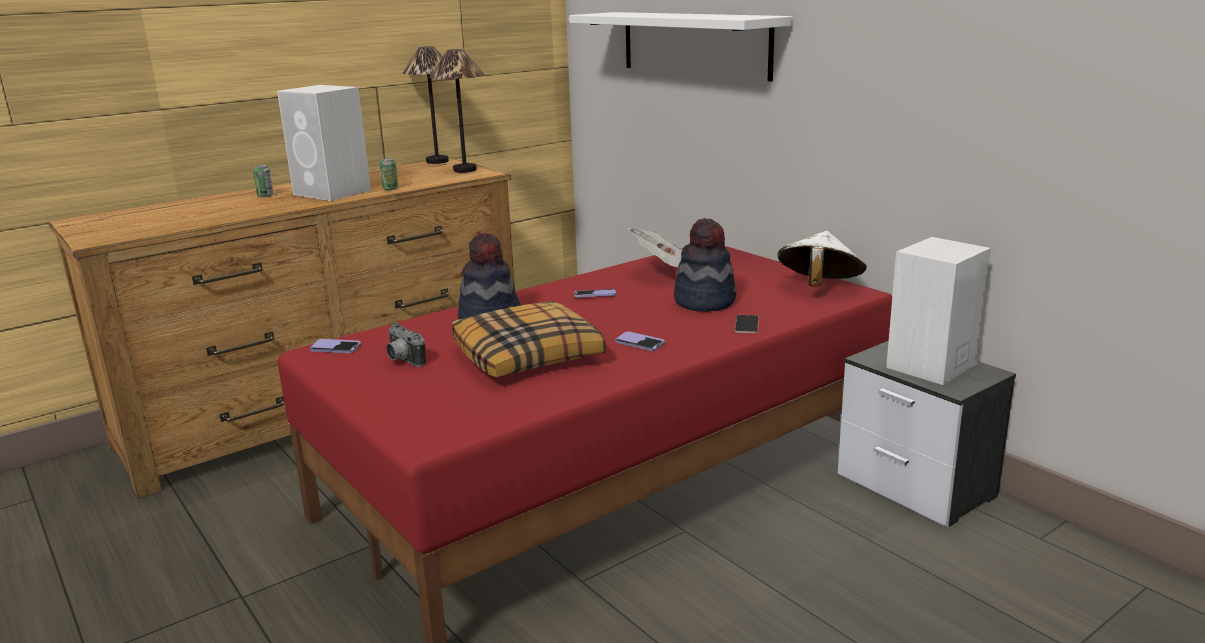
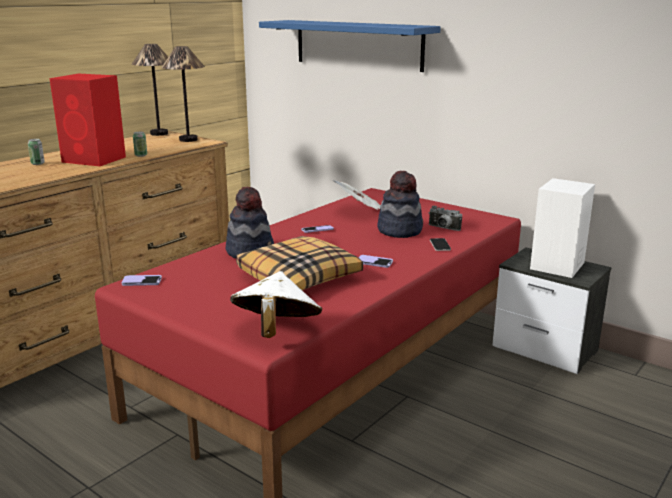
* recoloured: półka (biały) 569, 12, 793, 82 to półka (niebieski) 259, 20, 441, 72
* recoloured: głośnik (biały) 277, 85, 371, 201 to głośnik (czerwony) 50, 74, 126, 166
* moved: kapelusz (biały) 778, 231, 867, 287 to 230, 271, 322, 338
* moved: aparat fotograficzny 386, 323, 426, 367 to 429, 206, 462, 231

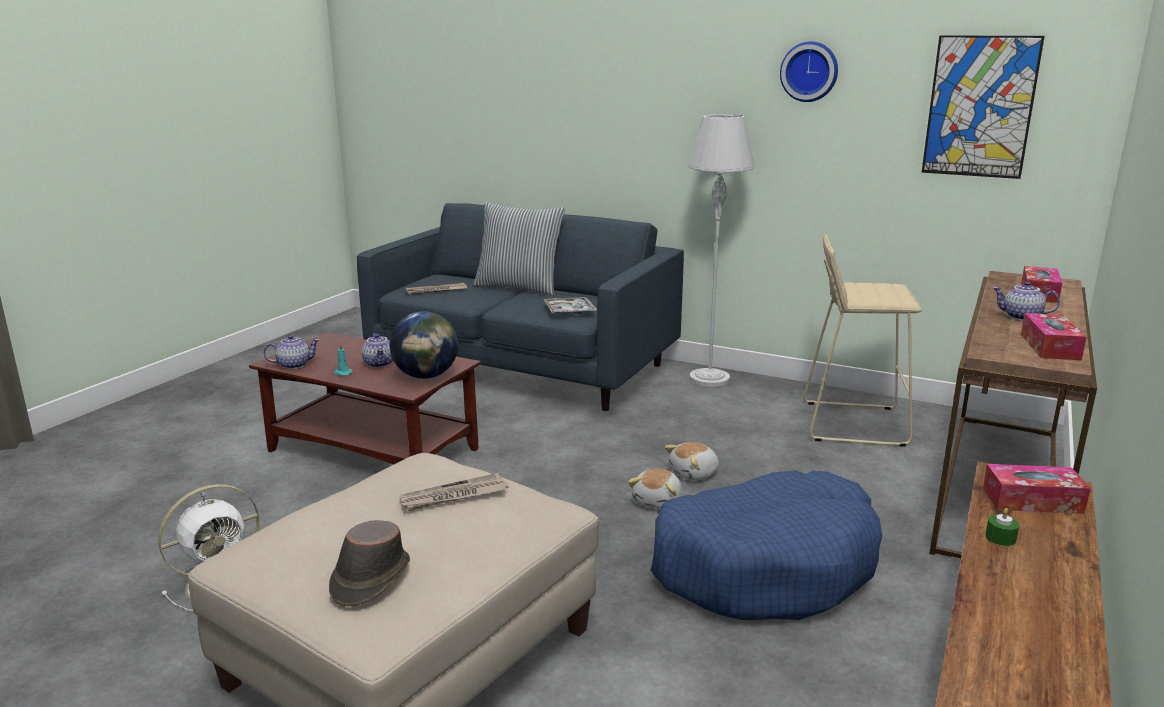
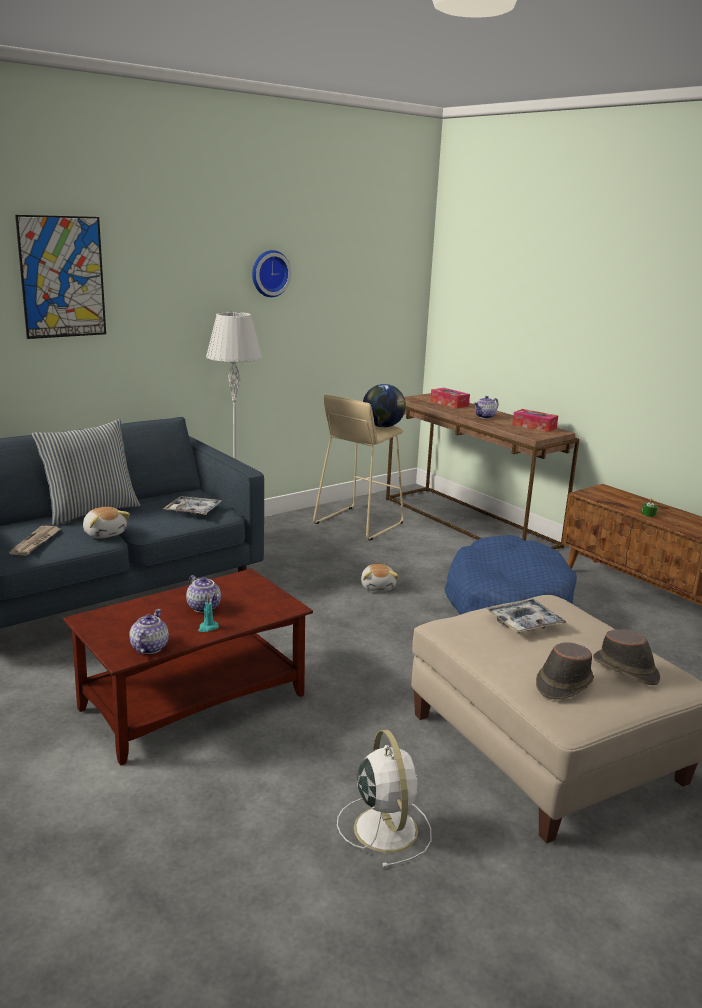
* moved: obraz 921, 36, 1045, 179 to 15, 215, 106, 339
* moved: globus 389, 311, 458, 379 to 363, 384, 406, 428
* turned: imbryk 362, 333, 393, 368 = 186, 575, 221, 613 45 degrees clockwise
* removed: pudełko chusteczek 983, 464, 1091, 514
* moved: pluszak 628, 468, 682, 509 to 83, 507, 130, 538
* replaced: gazeta 400, 473, 509, 511 to taca 486, 599, 567, 633
* added: kapelusz (brązowy) 536, 642, 594, 700

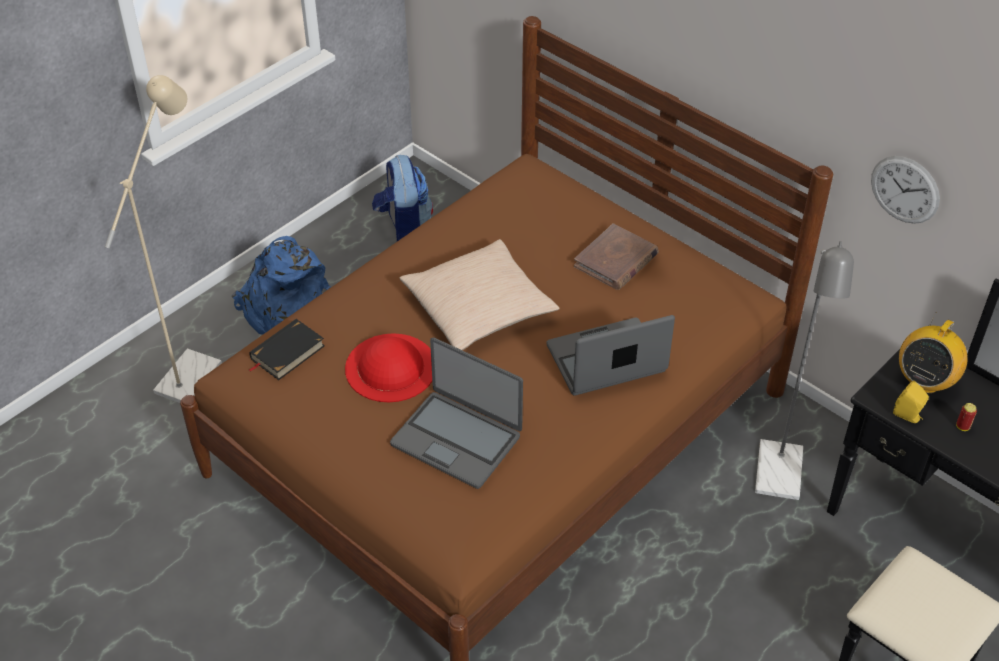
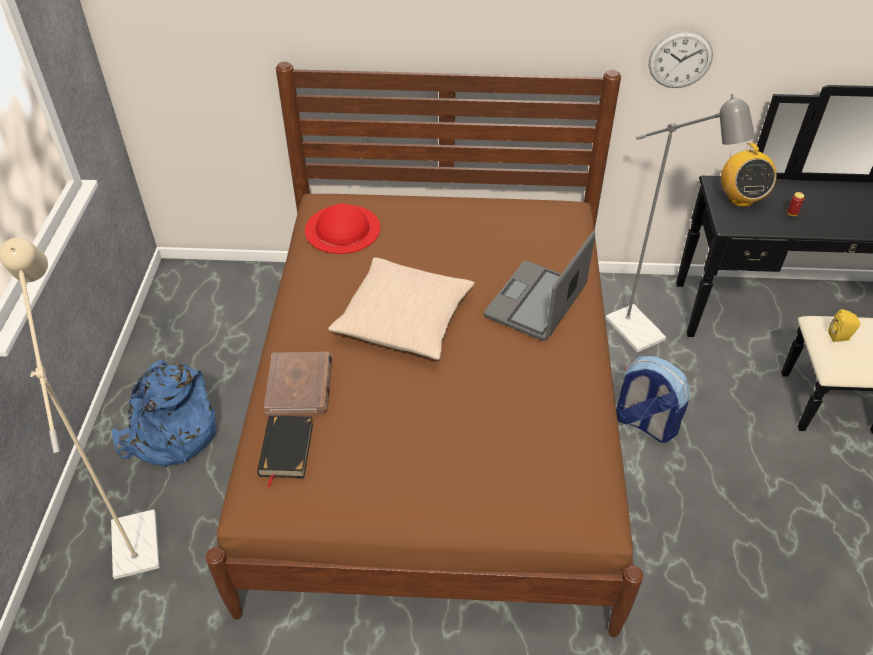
* moved: plecak 372, 155, 433, 241 to 616, 355, 690, 443
* moved: książka (brązowy) 574, 223, 659, 290 to 264, 352, 332, 415
* moved: kapelusz (czerwony) 345, 333, 432, 402 to 305, 204, 380, 254
* removed: laptop 390, 337, 523, 489
* moved: głośnik (żółty) 893, 380, 929, 423 to 828, 309, 860, 342

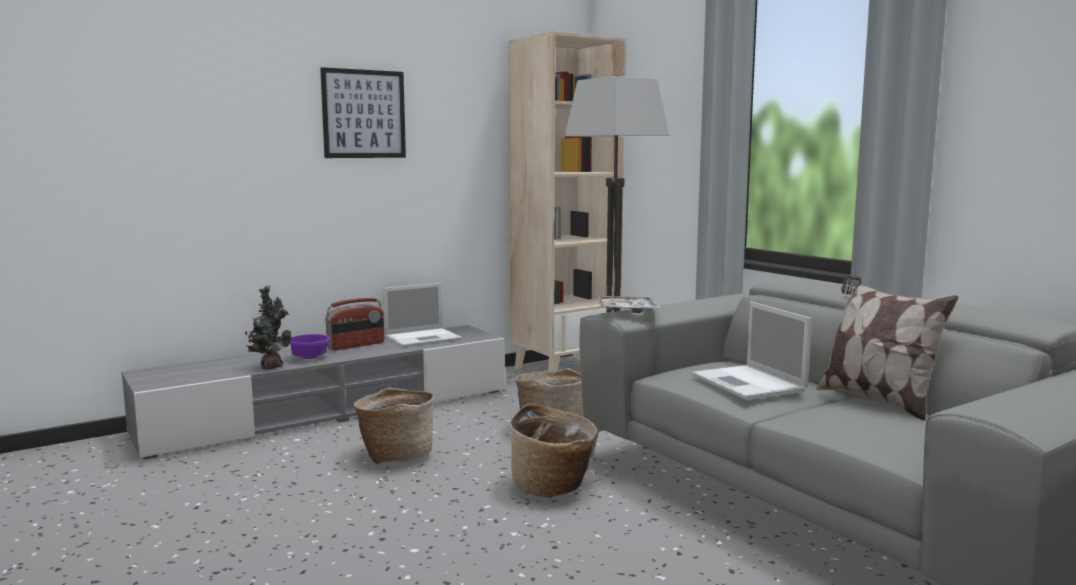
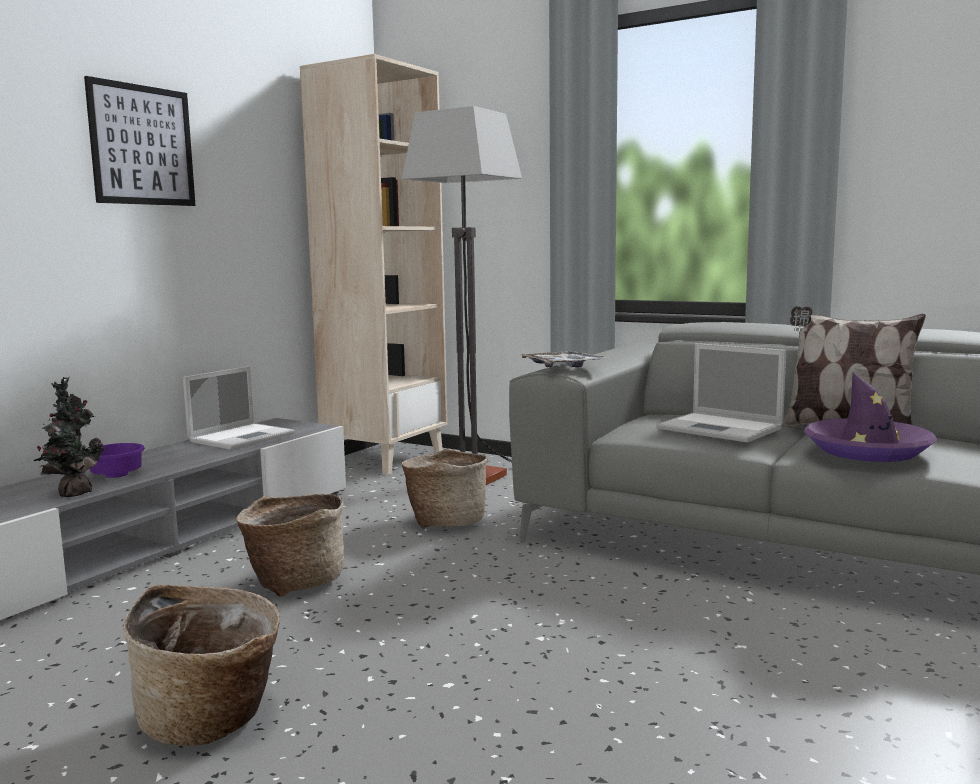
* removed: radio 325, 298, 384, 350
* moved: koszyk 509, 403, 597, 497 to 123, 585, 280, 746
* added: kapelusz (fioletowy) 804, 373, 938, 462

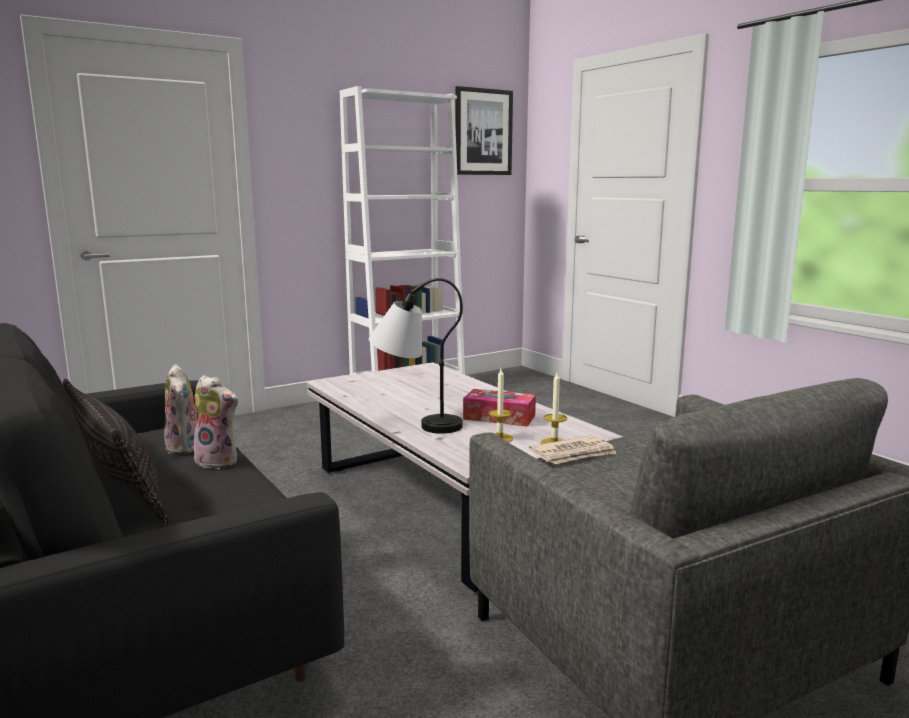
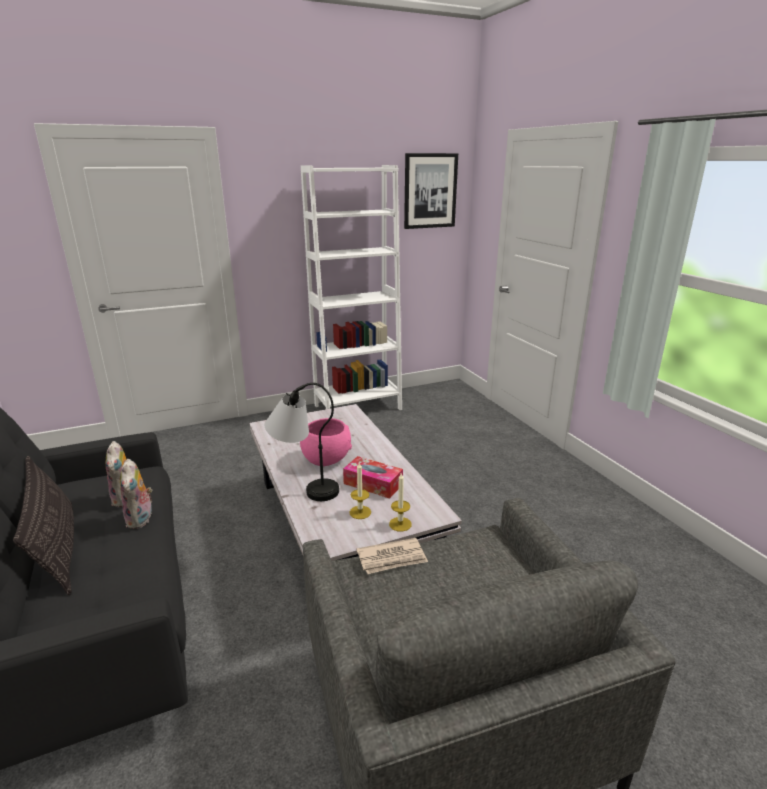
* turned: pluszak 192, 375, 238, 469 = 120, 459, 153, 529 45 degrees clockwise
* added: miska (różowy) 300, 418, 352, 466

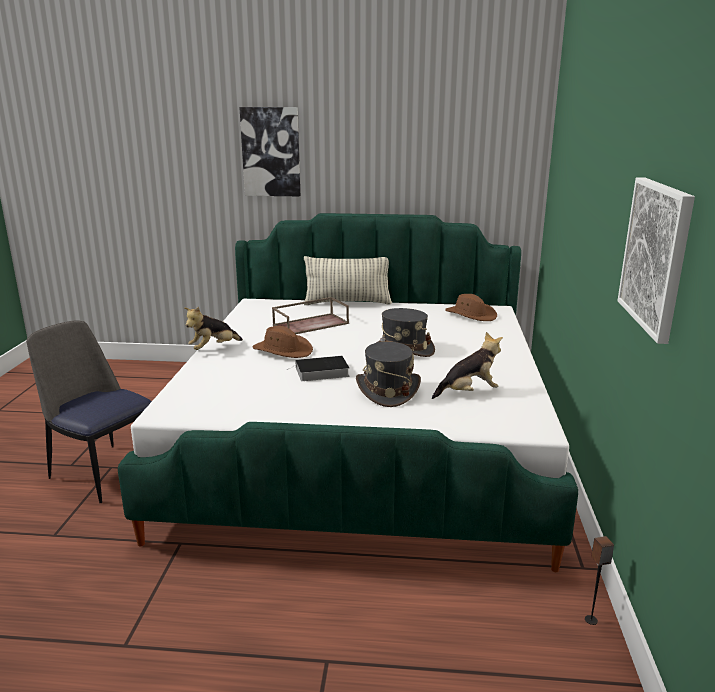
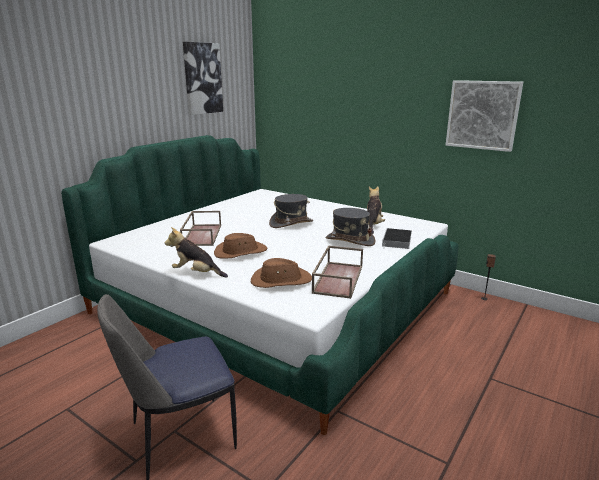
* moved: obraz 239, 107, 300, 196 to 183, 42, 223, 115
* removed: poduszka 304, 256, 392, 305
* moved: kapelusz (brązowy) 445, 294, 497, 321 to 251, 258, 312, 288
* turned: pluszak 184, 307, 243, 350 = 165, 227, 228, 278 120 degrees clockwise
* moved: książka 287, 356, 349, 381 to 382, 228, 412, 249
* added: taca (brązowy) 312, 245, 363, 299

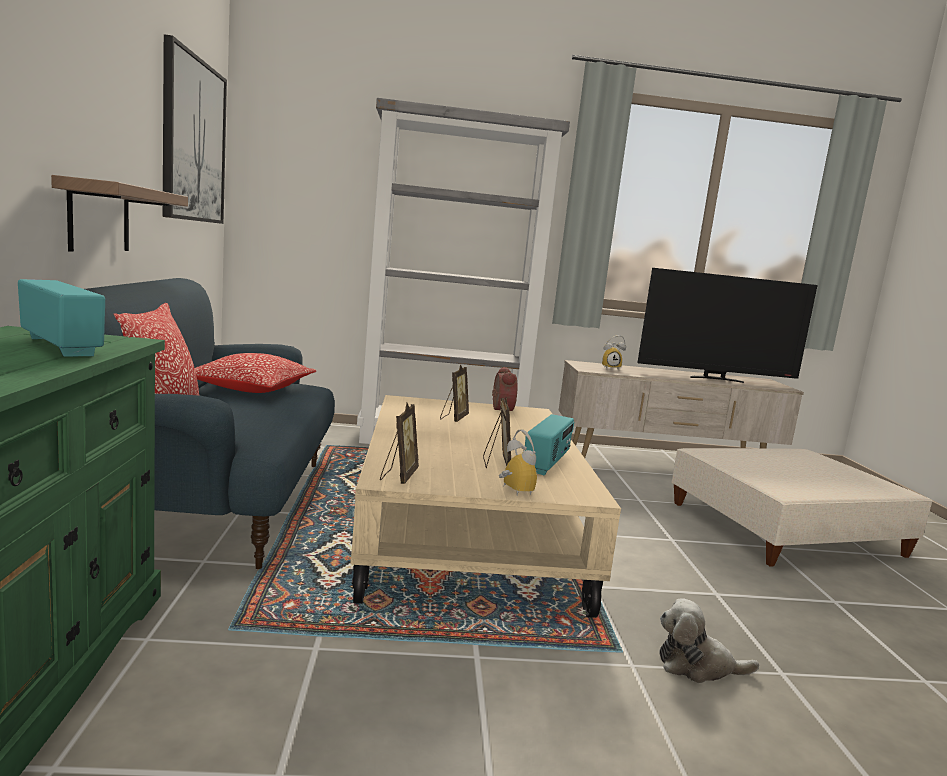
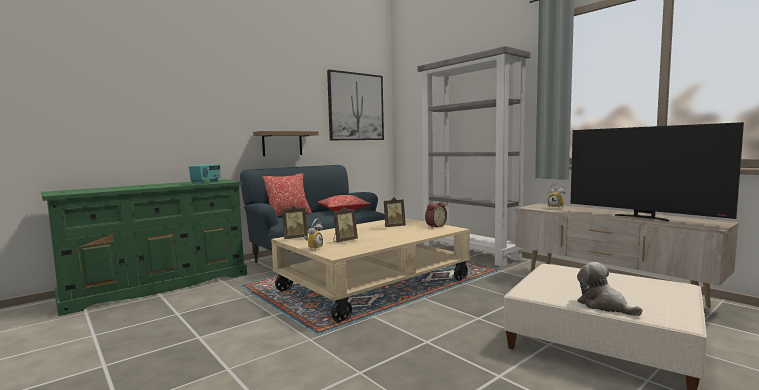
* removed: radio 524, 414, 574, 476
* moved: pluszak 659, 598, 759, 683 to 577, 262, 643, 316

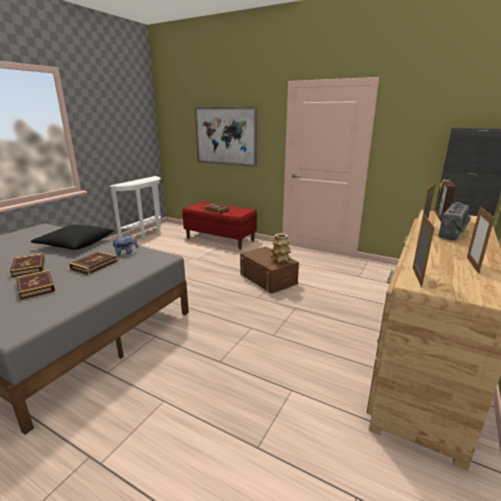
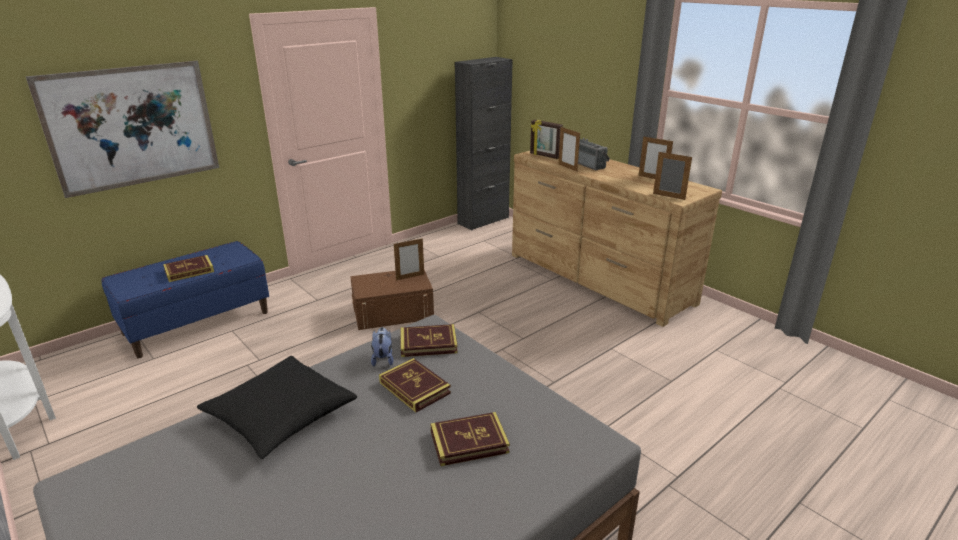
* recoloured: ławka (czerwony) 182, 202, 257, 249 to ławka (niebieski) 102, 241, 269, 358
* replaced: wazon 270, 233, 291, 264 to ramka na zdjęcie 394, 238, 424, 280
* moved: książka 10, 253, 45, 277 to 400, 324, 458, 357

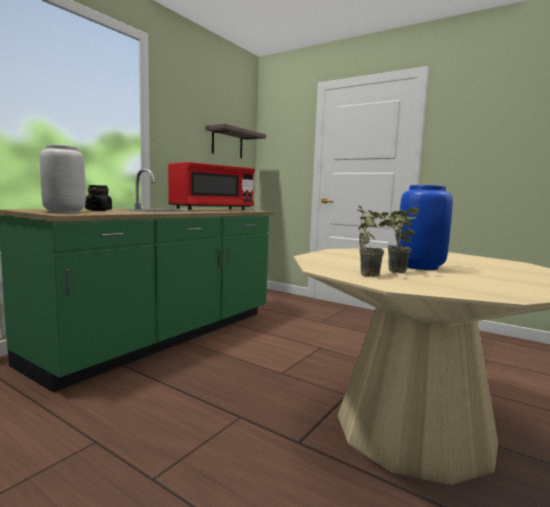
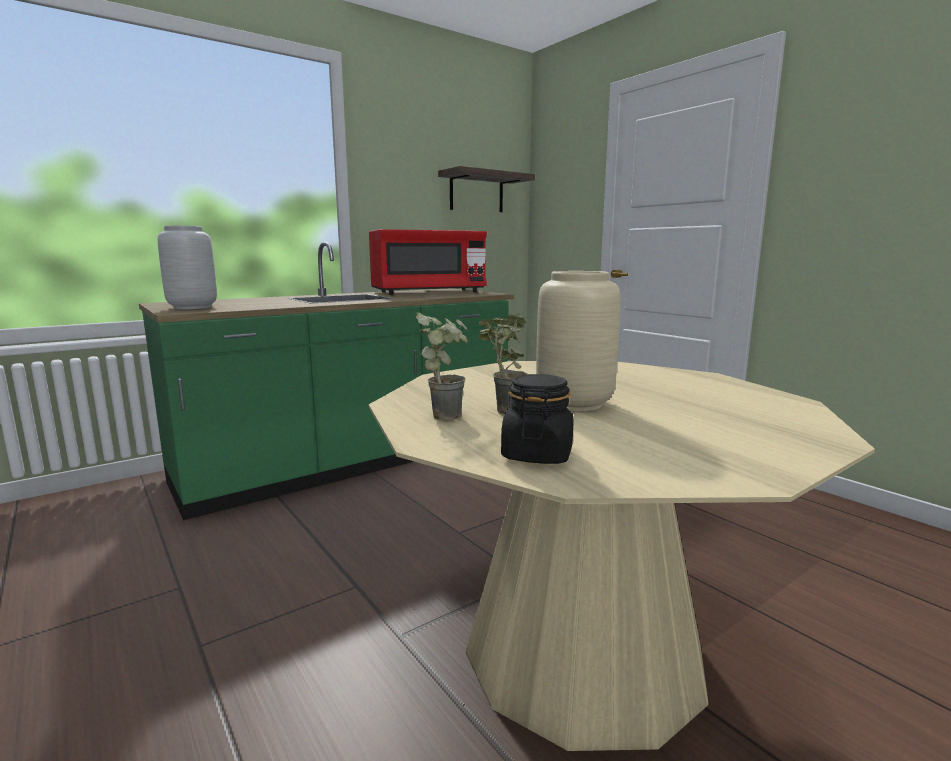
* moved: słoik (czarny) 85, 185, 112, 211 to 501, 374, 573, 464
* recoloured: wazon (niebieski) 397, 185, 453, 270 to wazon (beżowy) 536, 271, 620, 411

